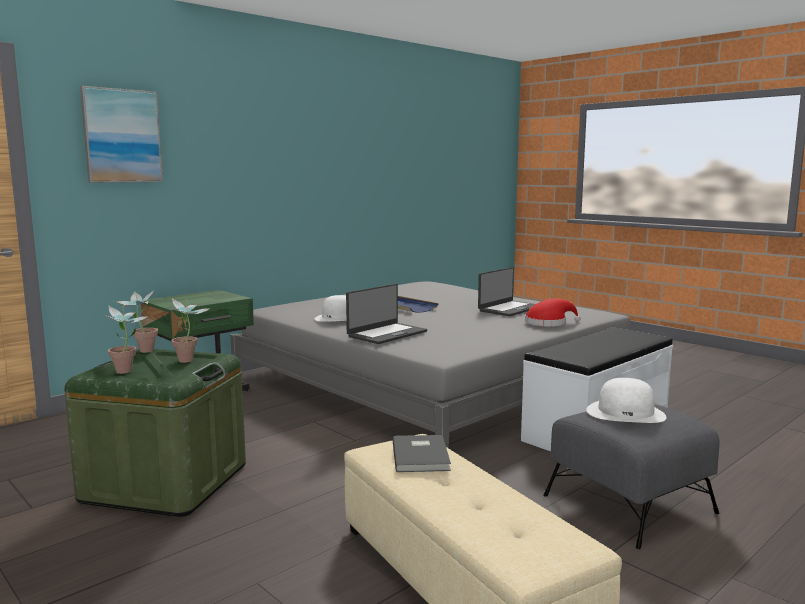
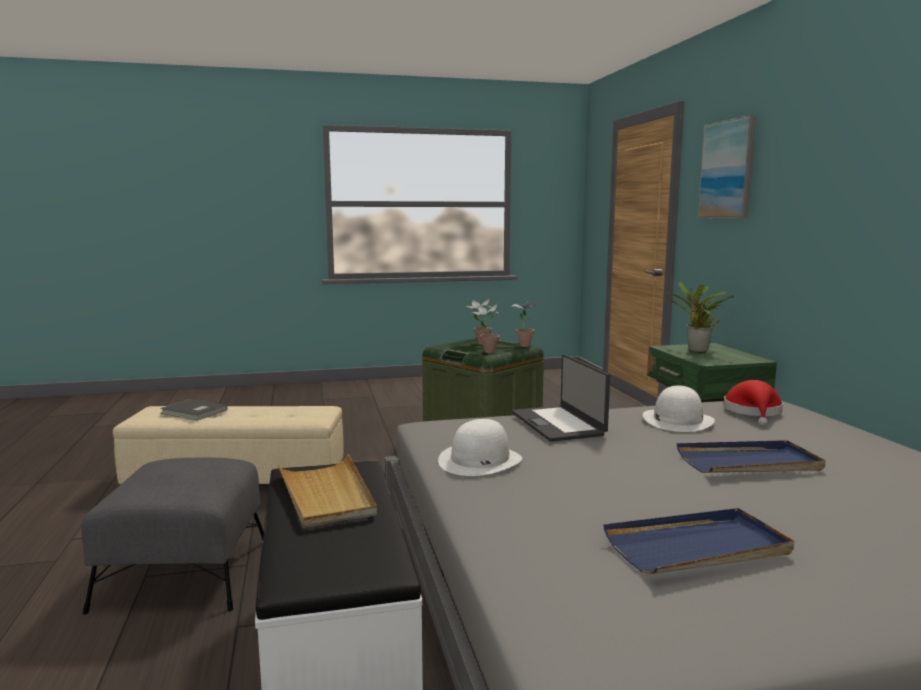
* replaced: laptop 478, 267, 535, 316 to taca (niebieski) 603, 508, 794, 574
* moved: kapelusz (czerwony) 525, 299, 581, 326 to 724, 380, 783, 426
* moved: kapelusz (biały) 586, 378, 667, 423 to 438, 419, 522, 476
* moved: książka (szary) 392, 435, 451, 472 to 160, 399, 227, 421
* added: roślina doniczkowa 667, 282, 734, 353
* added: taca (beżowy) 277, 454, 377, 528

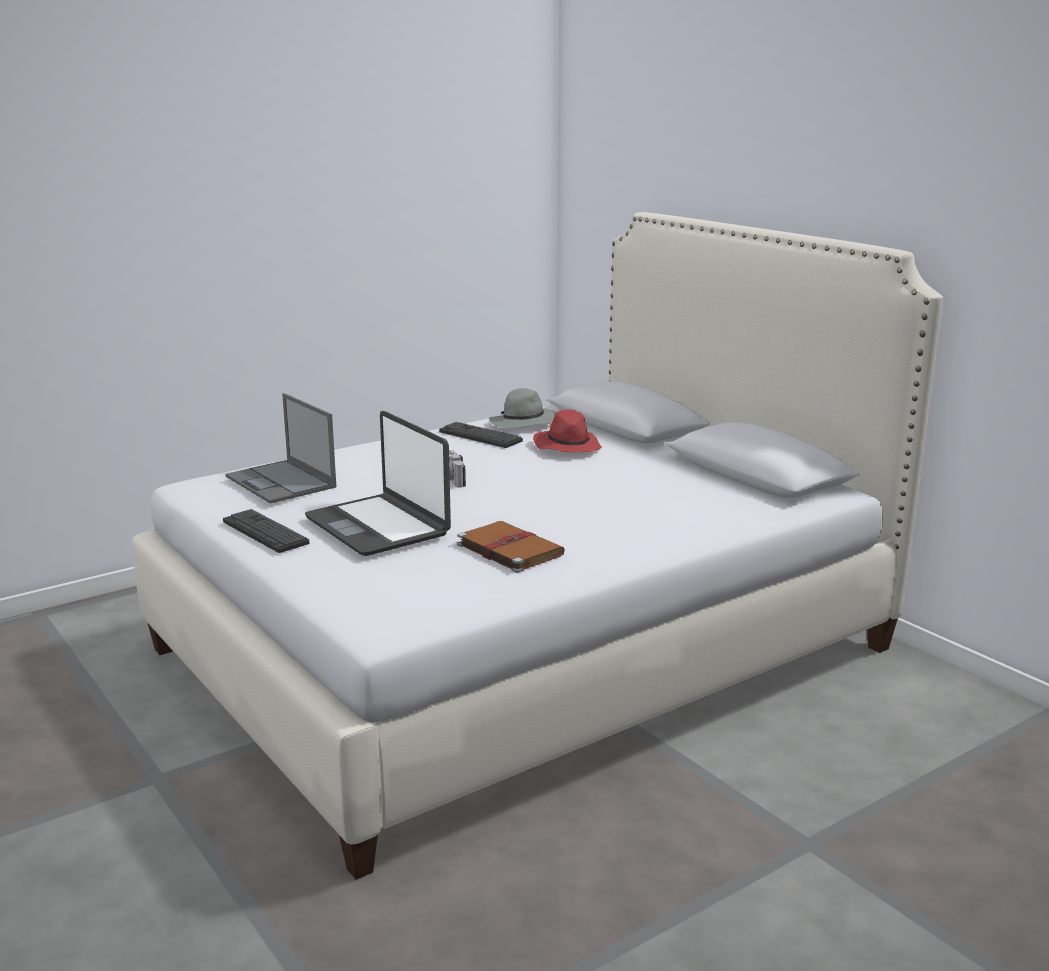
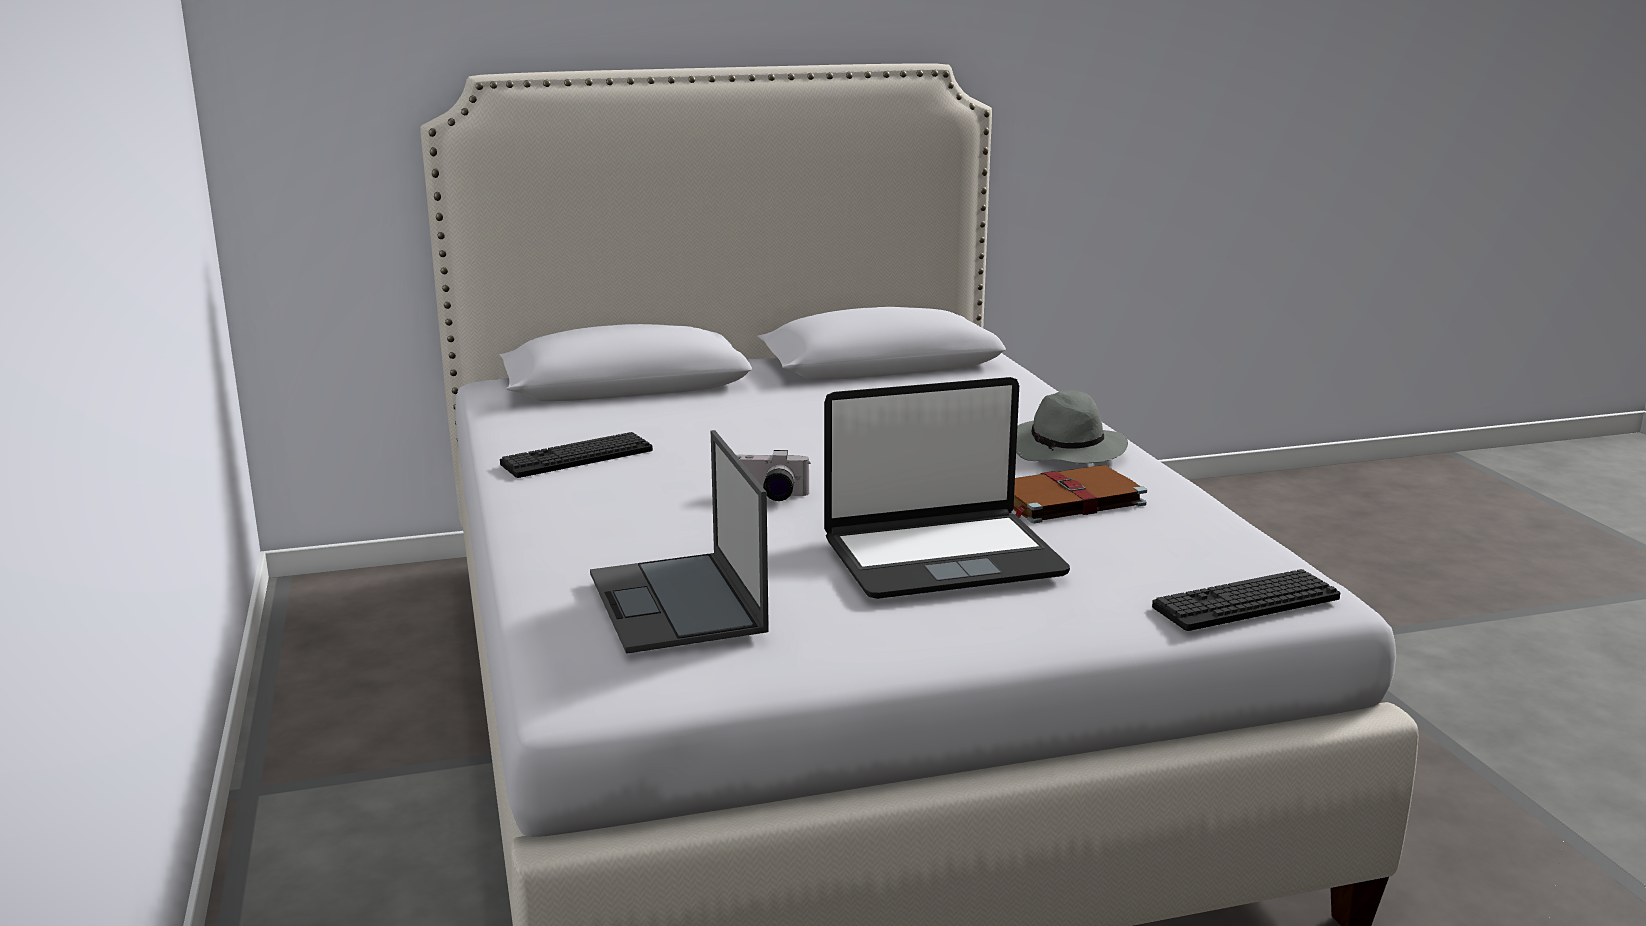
* moved: kapelusz (szary) 489, 388, 556, 428 to 1016, 390, 1128, 463
* turned: laptop 225, 393, 336, 504 = 590, 430, 769, 654 90 degrees clockwise
* removed: kapelusz (czerwony) 533, 409, 602, 452
* moved: klawiatura 223, 509, 310, 553 to 1152, 569, 1340, 631

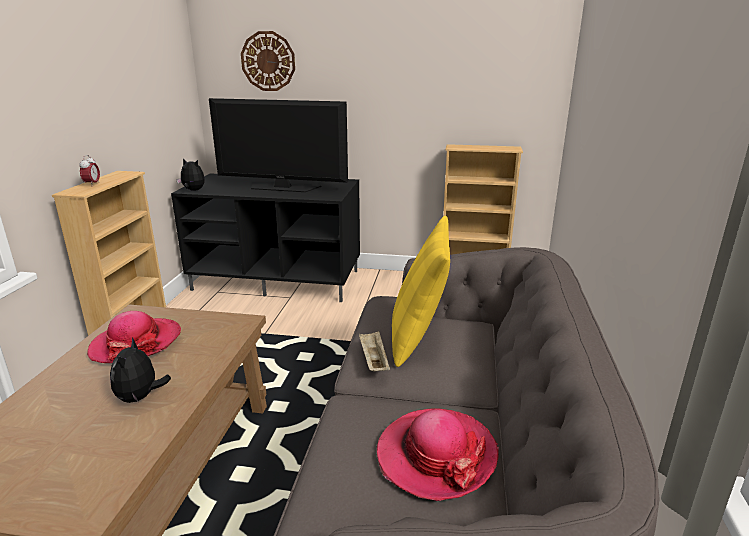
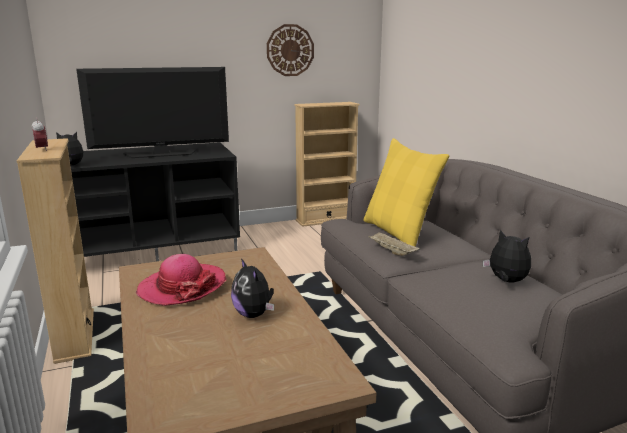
* moved: zegar ścienny 241, 31, 295, 91 to 267, 24, 314, 76
* replaced: kapelusz 377, 409, 499, 501 to pluszak 483, 229, 531, 283

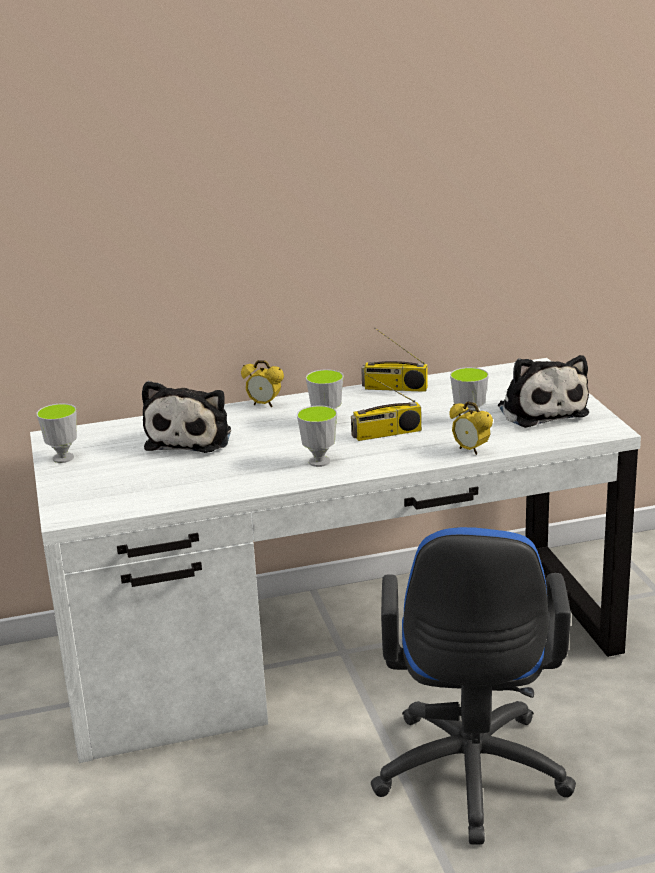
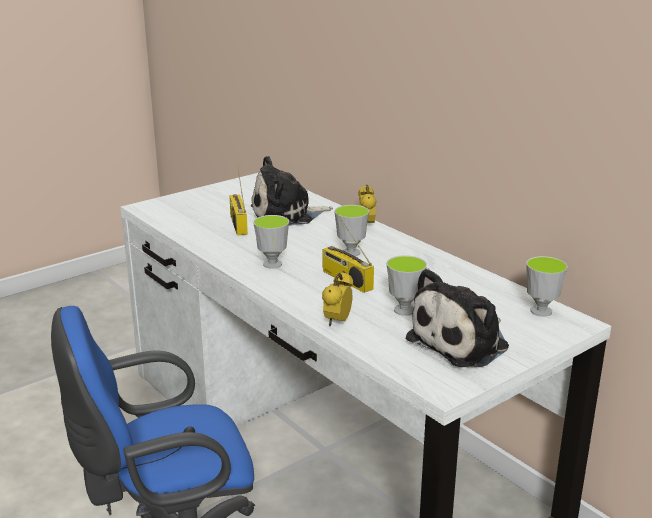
* moved: radio 361, 328, 428, 392 to 229, 166, 248, 235
* moved: filiżanka 36, 403, 77, 463 to 526, 256, 568, 317

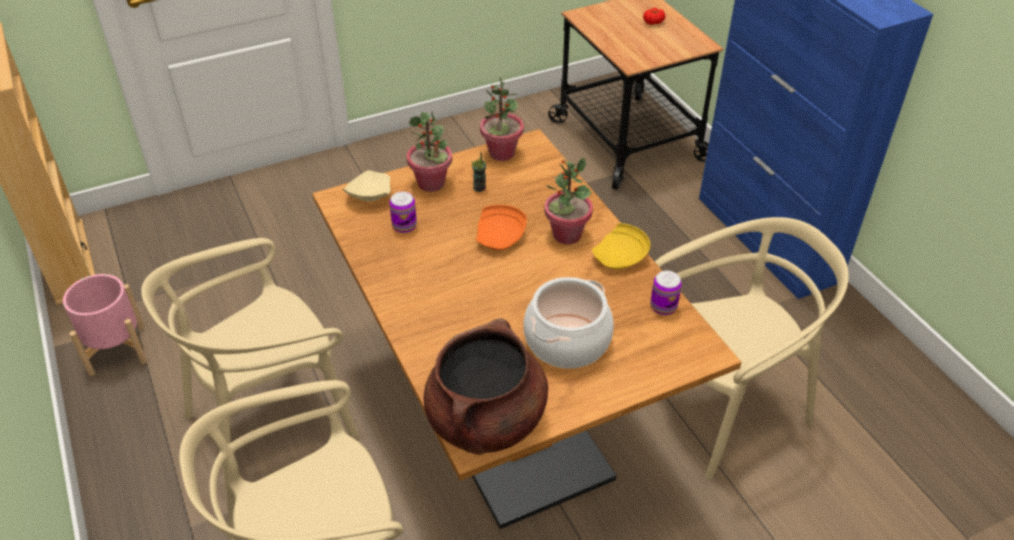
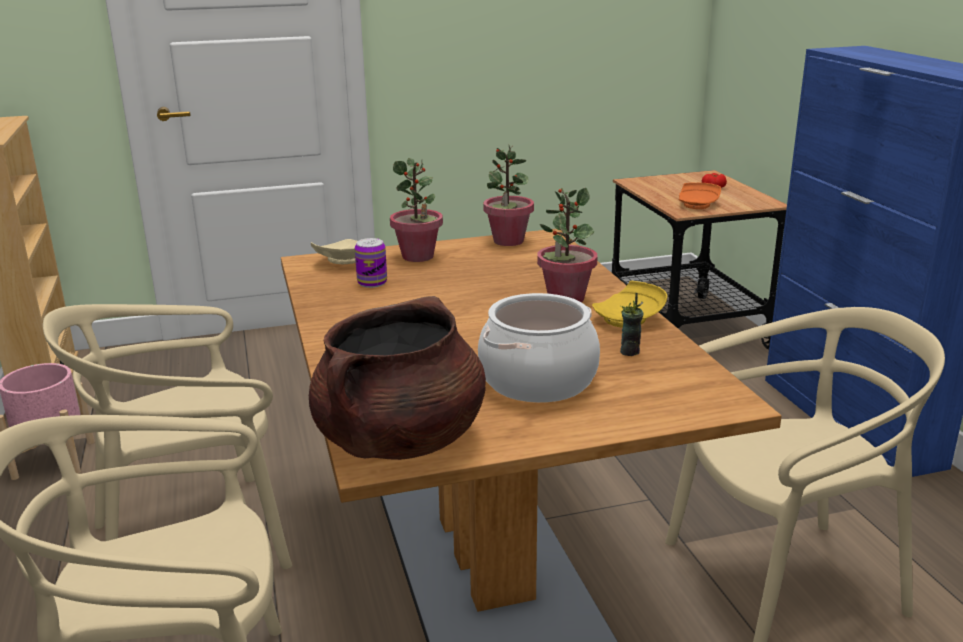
* moved: filiżanka 471, 152, 486, 192 to 620, 293, 643, 356
* moved: talerz (pomarańczowy) 476, 205, 527, 250 to 679, 183, 721, 209
* removed: puszka 650, 271, 682, 315

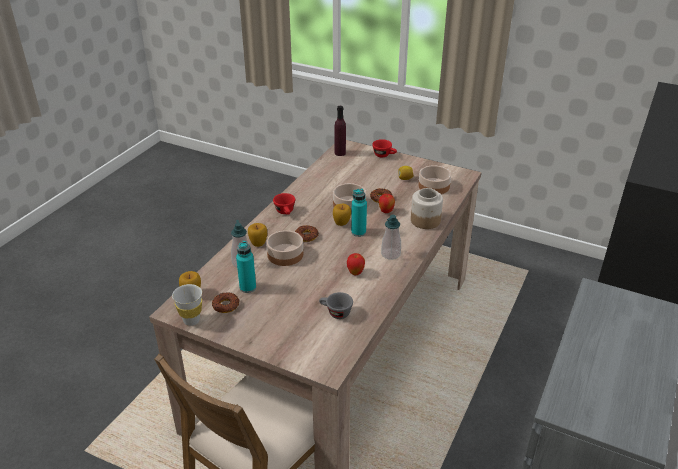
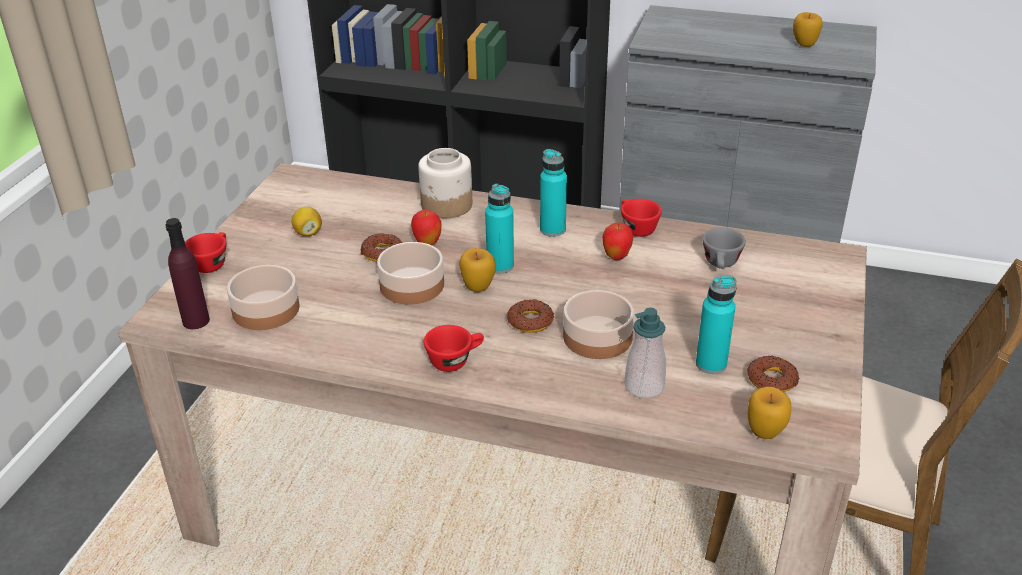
* moved: miska 418, 165, 451, 194 to 227, 265, 300, 330
* replaced: dozownik mydła 381, 215, 401, 260 to butelka (turkusowy) 540, 149, 567, 237
* moved: jabłko 248, 223, 267, 247 to 793, 12, 823, 47
* removed: filiżanka (biały) 172, 284, 202, 326
* added: filiżanka (czerwony) 621, 199, 662, 237

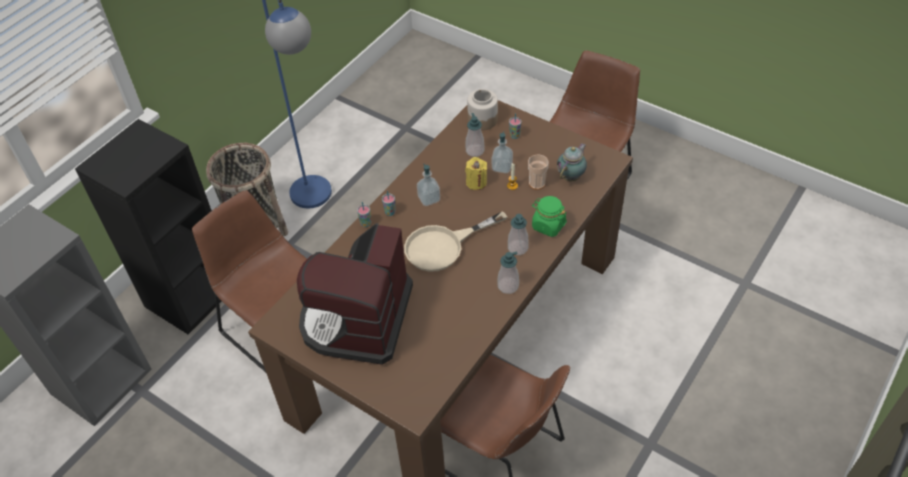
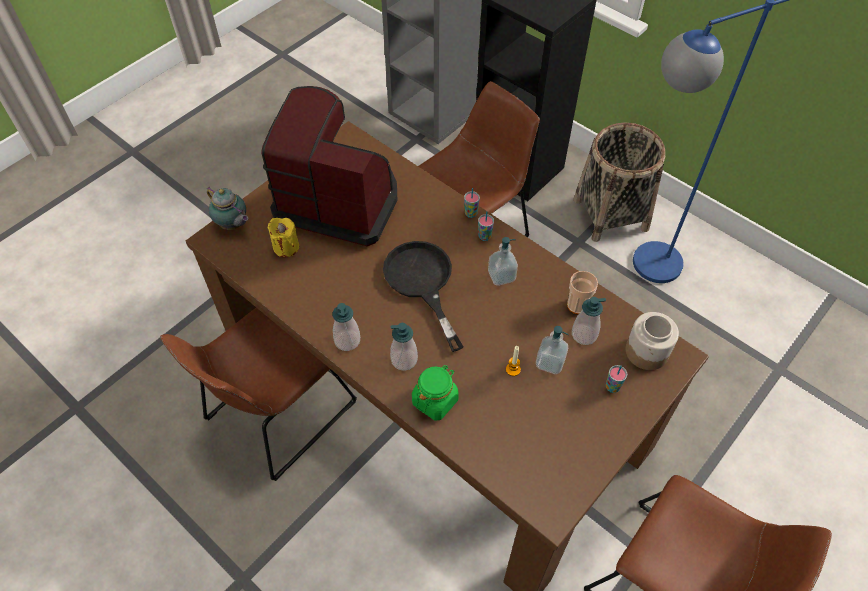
* moved: imbryk 557, 143, 587, 181 to 207, 187, 248, 230
* moved: filiżanka 528, 155, 549, 190 to 567, 271, 598, 314
* moved: świeca (żółty) 465, 157, 487, 190 to 268, 218, 299, 257
* recoloured: patelnia (beżowy) 404, 211, 507, 272 to patelnia (czarny) 383, 241, 463, 352

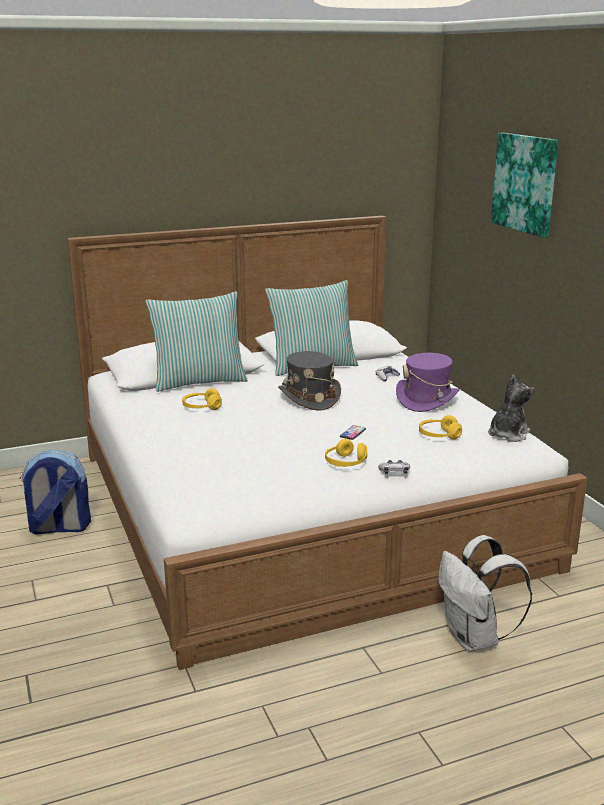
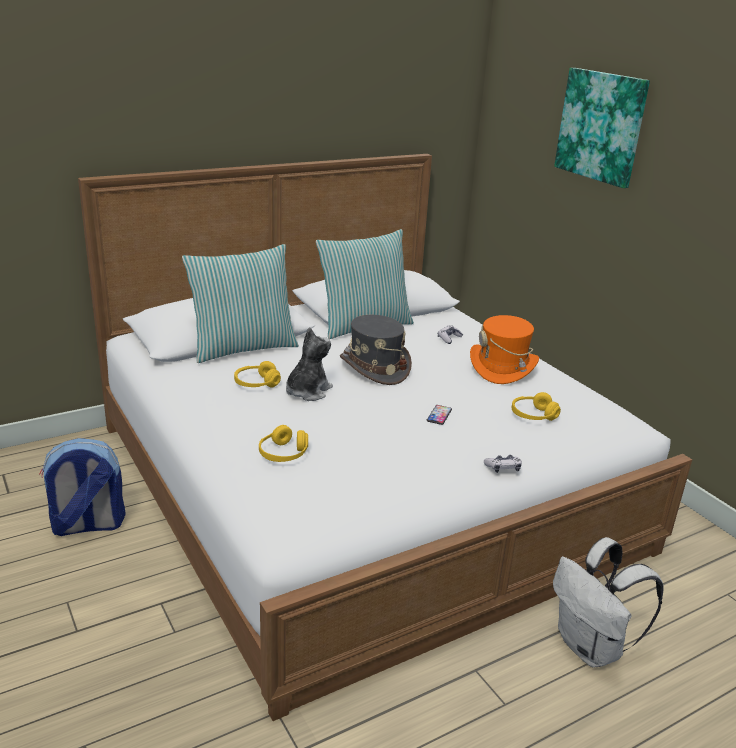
* recoloured: kapelusz (fioletowy) 396, 353, 460, 412 to kapelusz (pomarańczowy) 470, 315, 539, 384
* moved: pluszak 488, 375, 534, 442 to 286, 327, 333, 401
* moved: słuchawki (żółty) 325, 439, 367, 467 to 259, 425, 308, 462

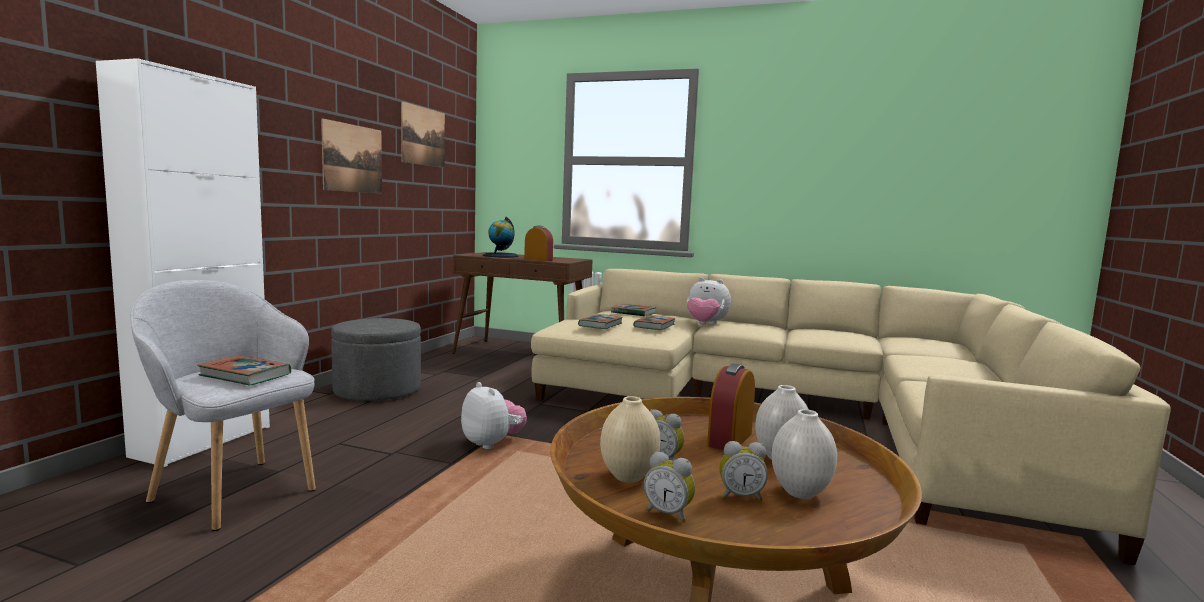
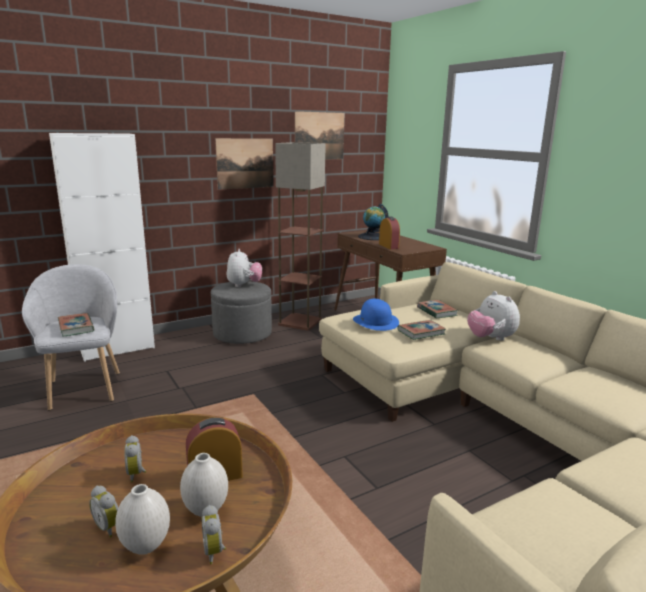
* replaced: książka 578, 314, 623, 329 to kapelusz (niebieski) 353, 299, 399, 331
* moved: pluszak 461, 382, 527, 449 to 227, 249, 262, 287
* removed: wazon (beżowy) 600, 396, 661, 483
* moved: budzik 644, 452, 695, 523 to 201, 505, 226, 564
* added: lampa stojąca 275, 142, 326, 331

